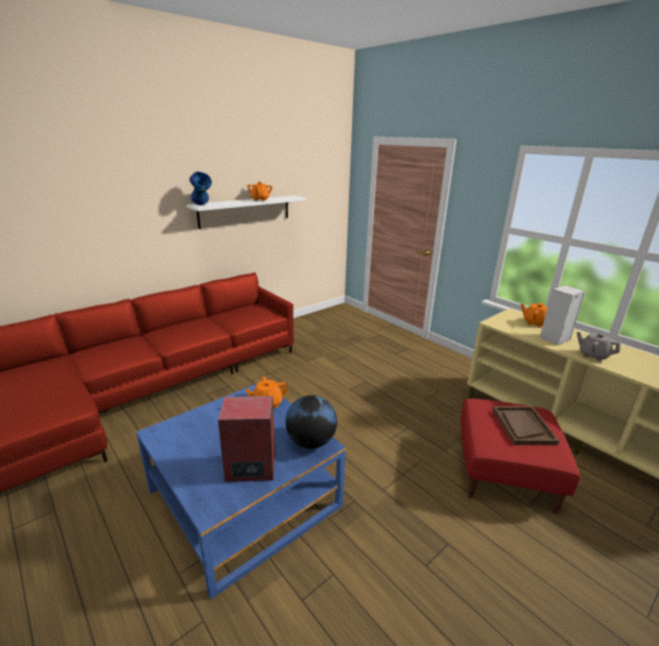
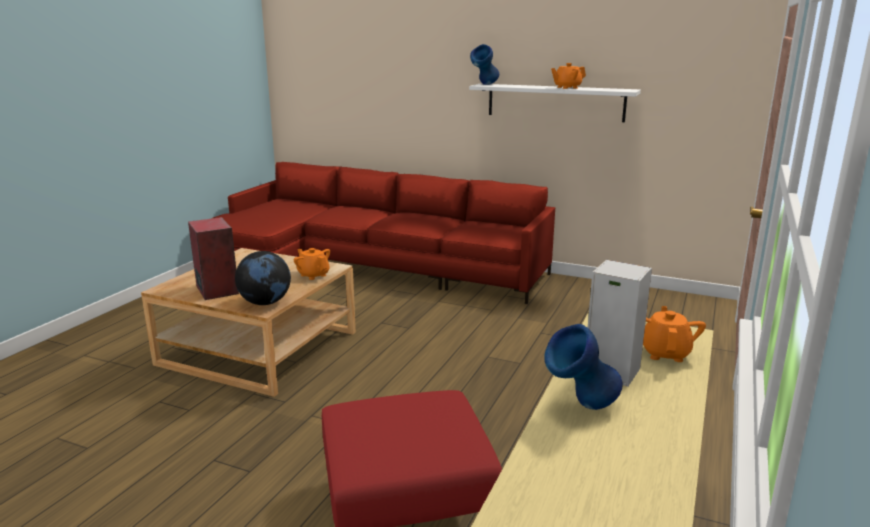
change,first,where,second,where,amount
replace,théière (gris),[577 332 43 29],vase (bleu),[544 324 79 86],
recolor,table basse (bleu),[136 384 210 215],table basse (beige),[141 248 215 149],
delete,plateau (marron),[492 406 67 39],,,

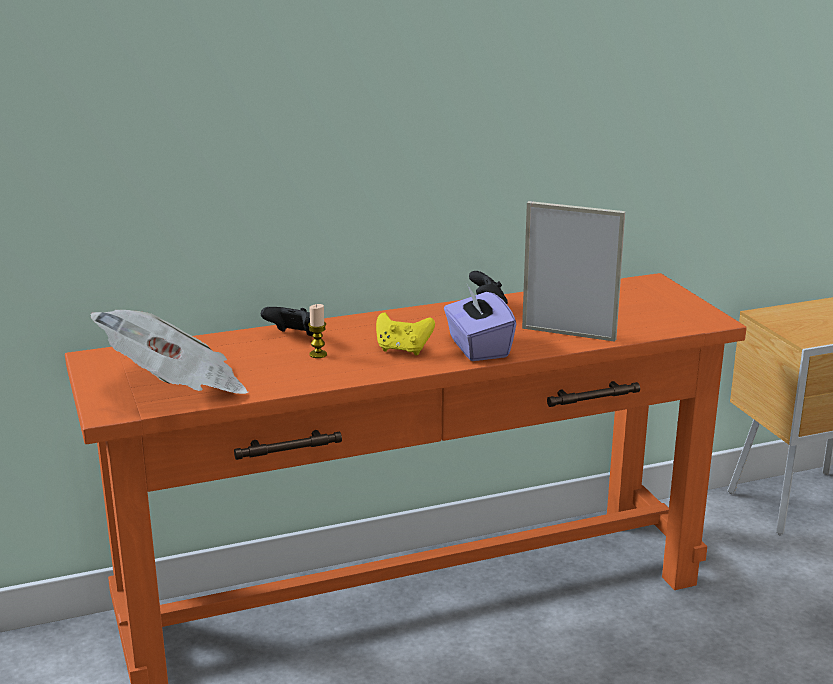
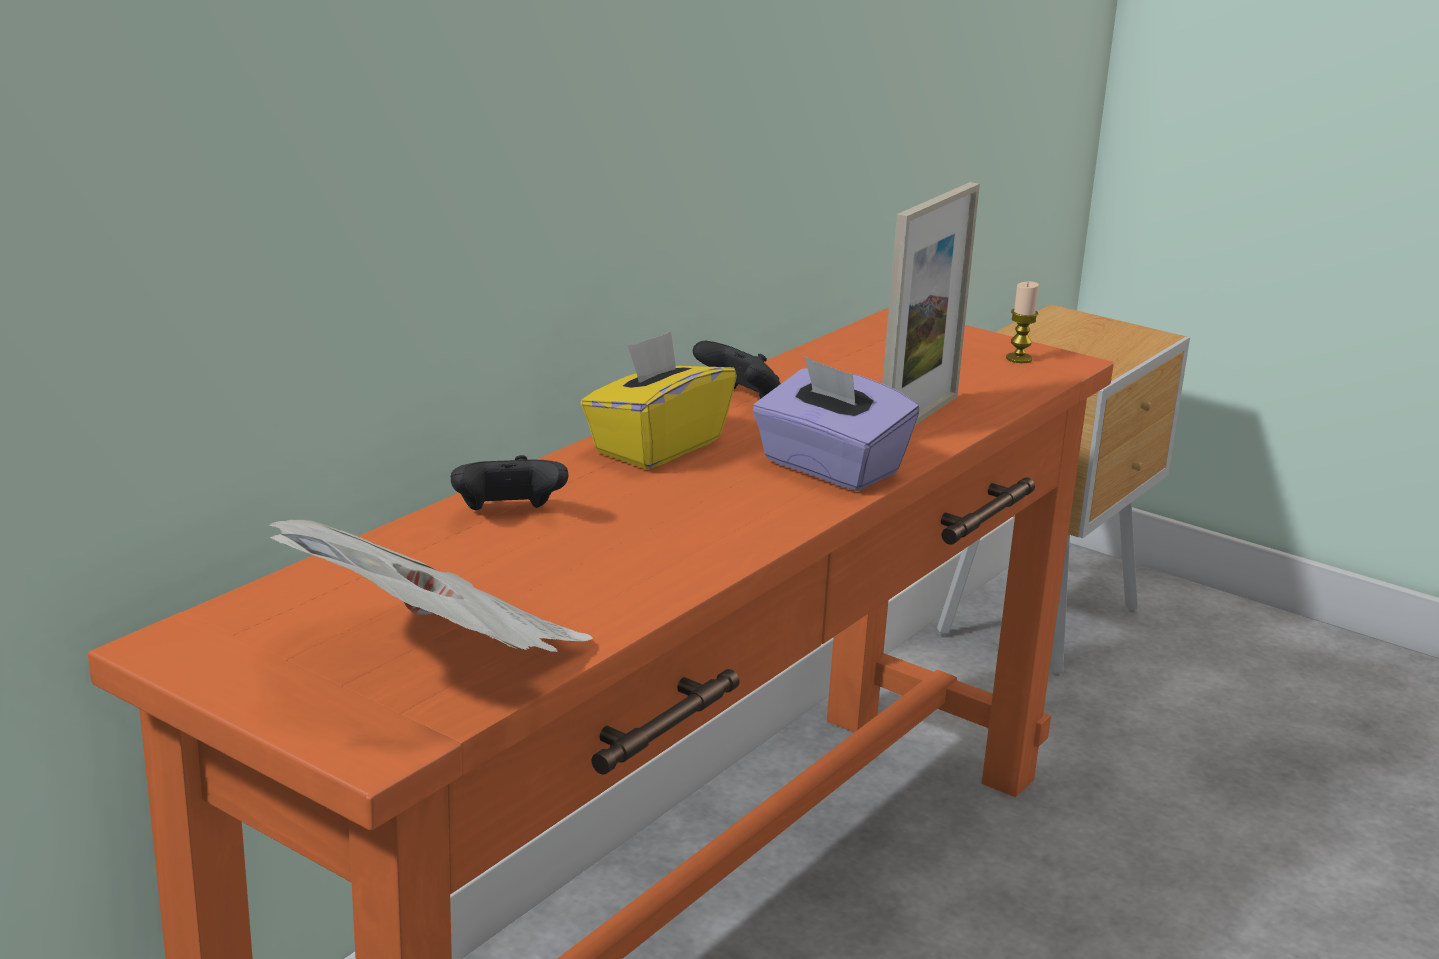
change,first,where,second,where,amount
rotate,cadre photo,[522 201 103 141],,[882 182 98 243],135 degrees clockwise
move,bougie,[308 304 19 54],,[1006 281 33 82],
delete,manette (jaune),[376 312 59 43],,,
insert,,,boîte à mouchoirs (jaune),[580 331 157 138],

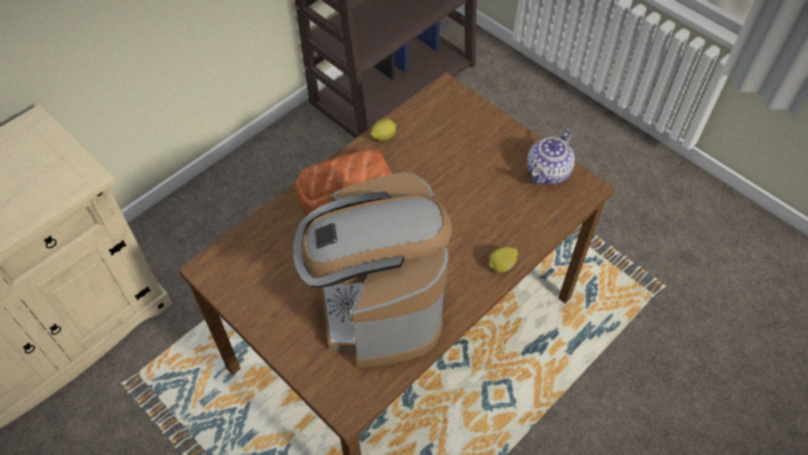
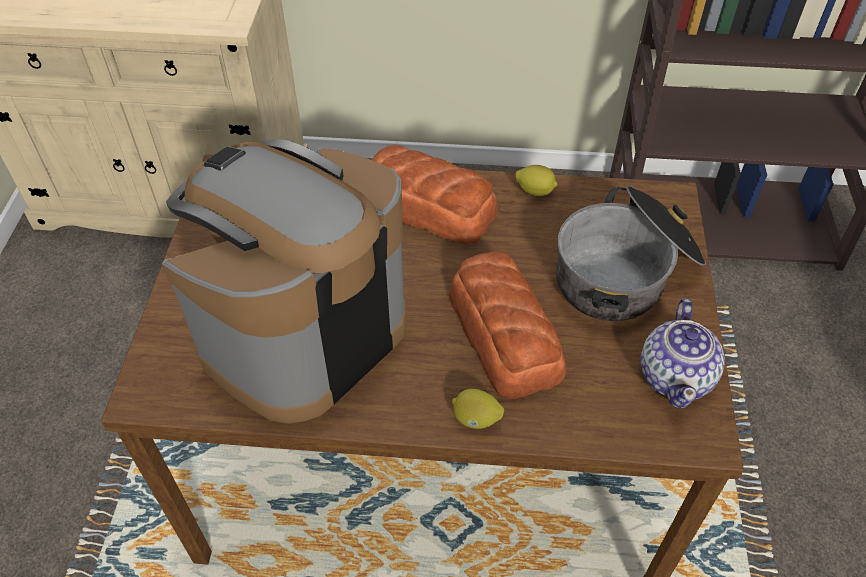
change,first,where,second,where,amount
rotate,théière,[527 129 48 56],,[640 299 85 109],75 degrees counterclockwise
insert,,,marmite,[556 185 150 136],
insert,,,pain,[449 251 117 148],

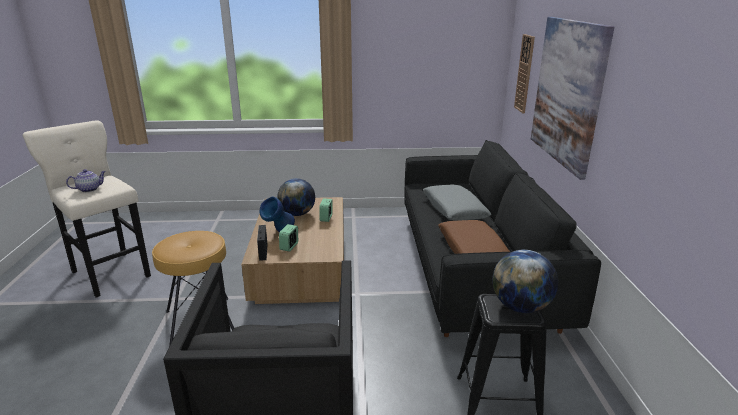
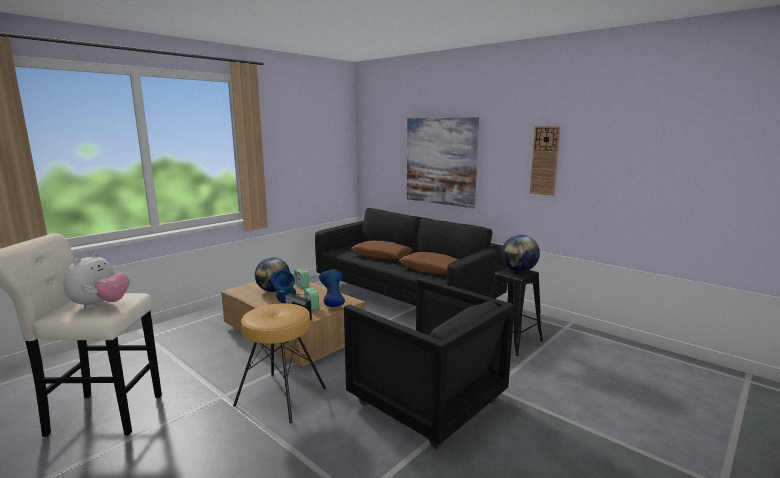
change,first,where,second,where,amount
move,horloge murale,[514 34 21 79],,[530 126 31 70],
replace,théière,[66 169 40 23],peluche,[63 253 67 56],
recolor,coussin (gris),[423 185 68 36],coussin (marron),[351 241 62 18],
insert,,,vase (bleu),[319 269 26 38],

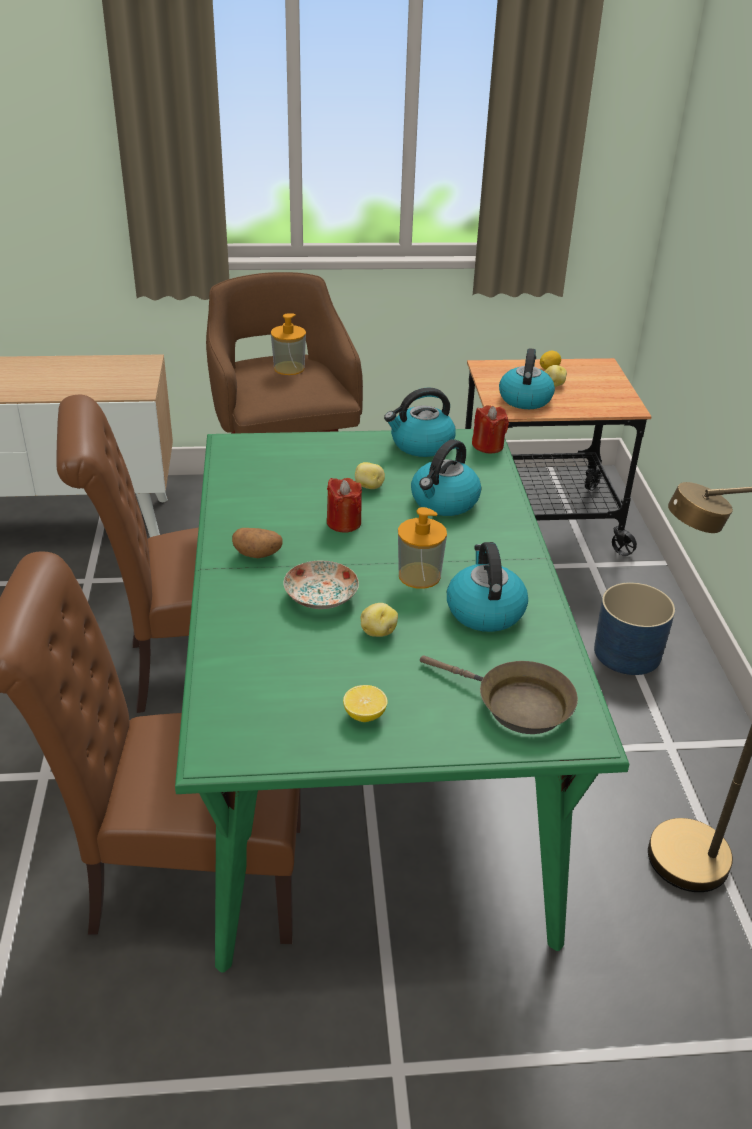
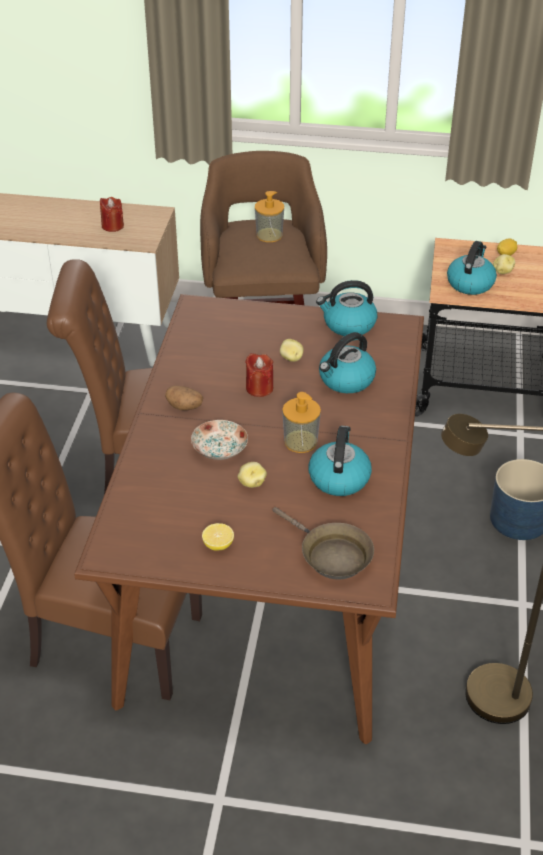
change,first,where,second,where,amount
move,bougie (rouge),[472 405 37 48],,[100 197 24 35],
recolor,table à manger (vert),[175 429 454 544],table à manger (marron),[74 294 350 450],

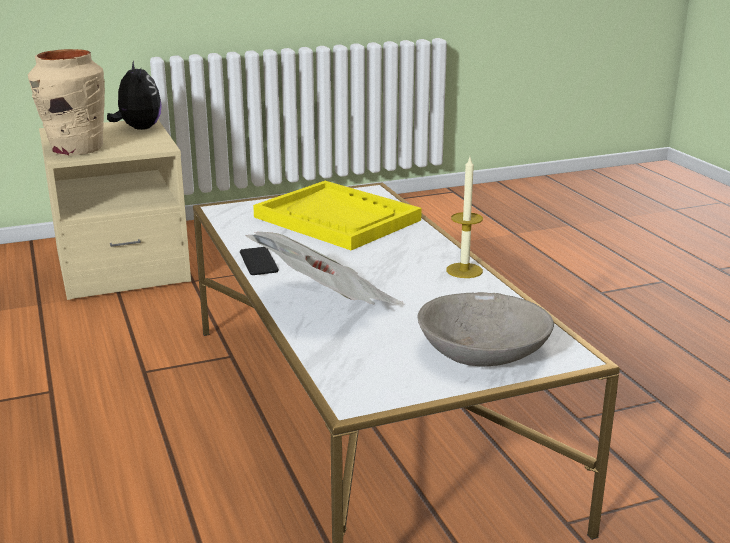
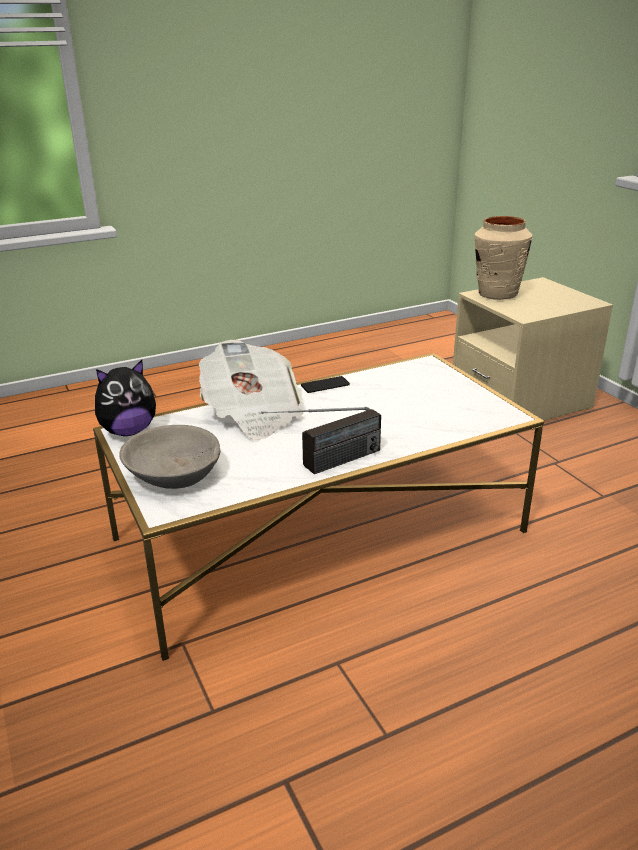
change,first,where,second,where,amount
move,peluche,[107 61 55 69],,[95 360 61 76],
replace,bougie,[446 157 37 121],radio,[261 407 120 67],
delete,plateau (jaune),[253 181 169 69],,,

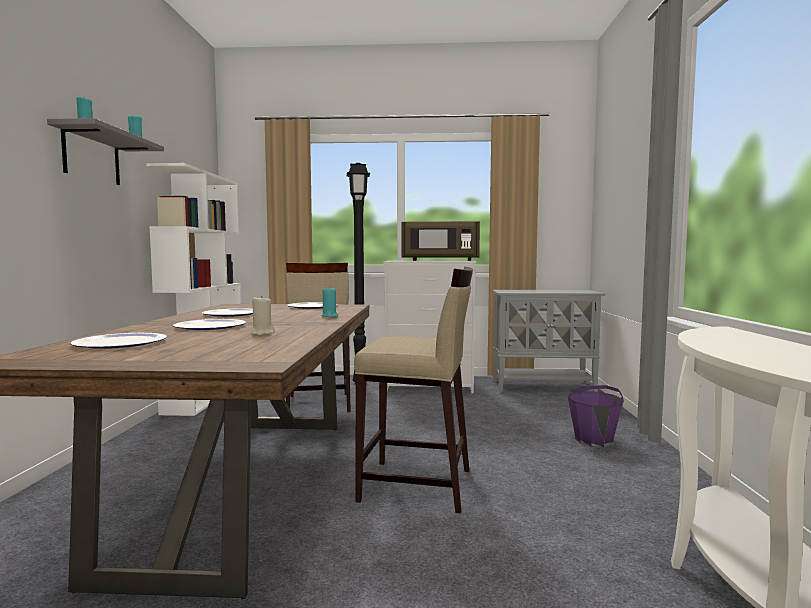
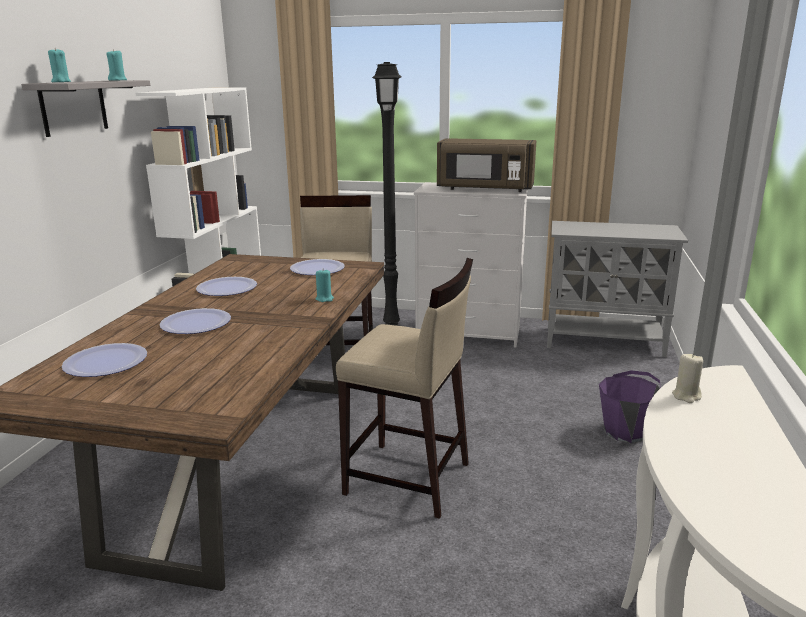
change,first,where,second,where,amount
move,bougie (beige),[251 295 24 40],,[672 353 31 50],

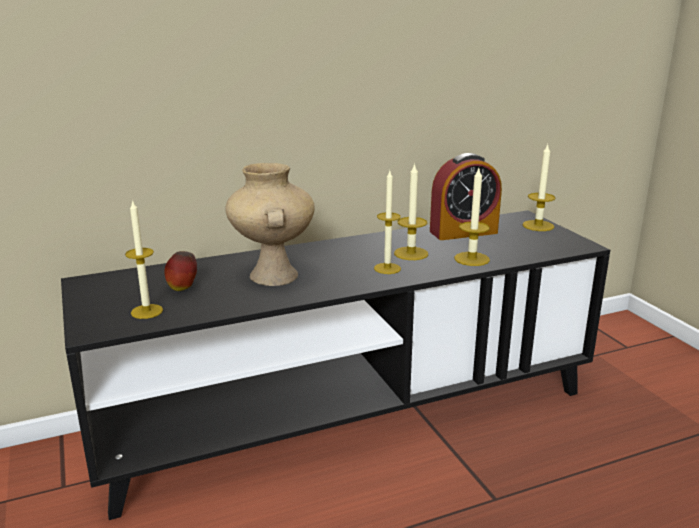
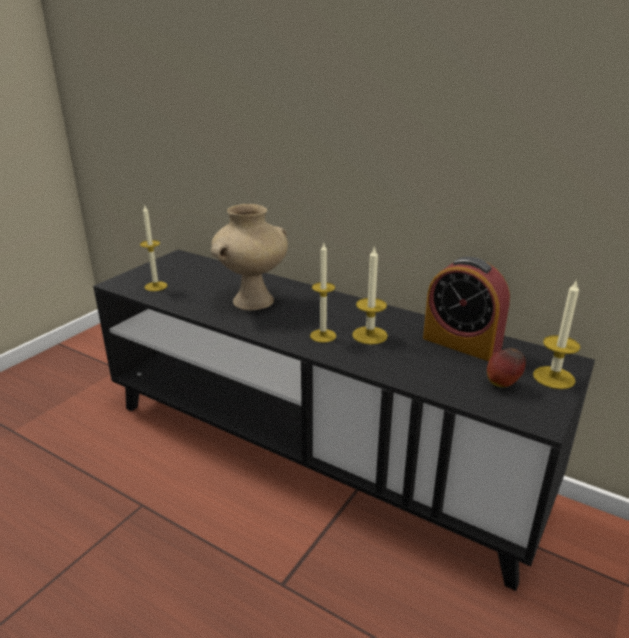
change,first,where,second,where,amount
delete,bougie,[454 168 36 98],,,
move,pomme,[164 251 33 40],,[487 348 39 39],

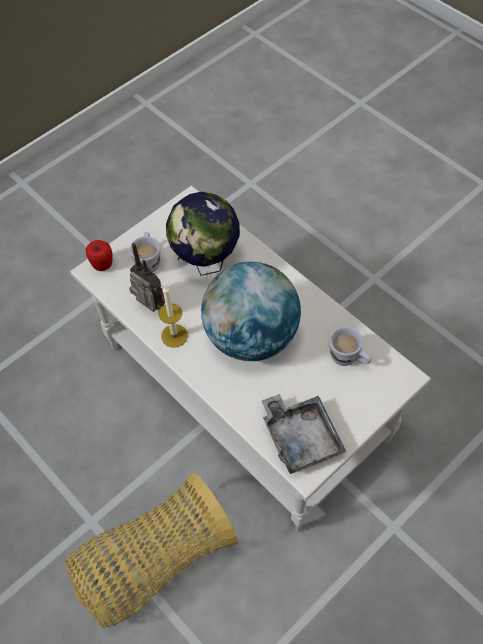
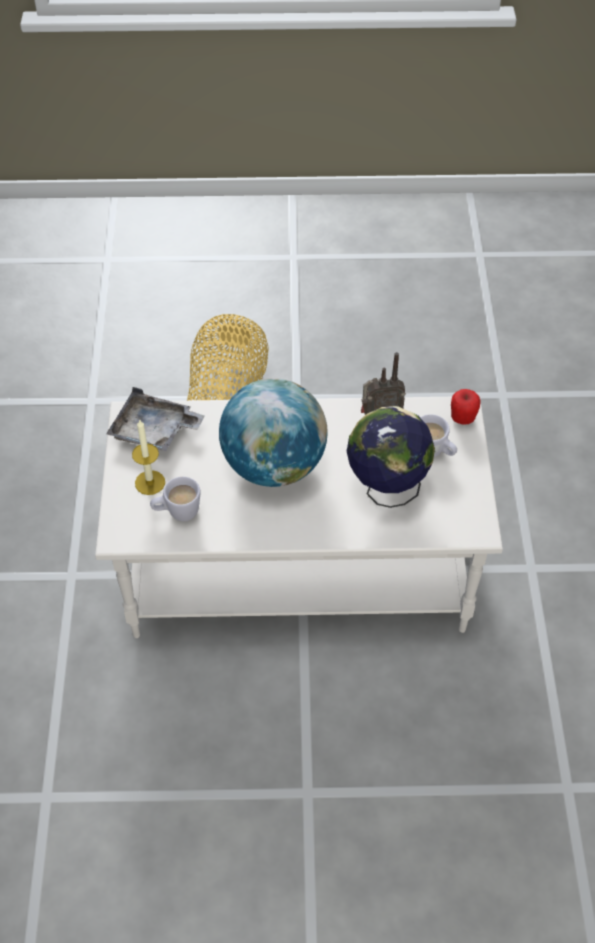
change,first,where,second,where,amount
move,bougie,[158 286 30 62],,[132 419 33 76],

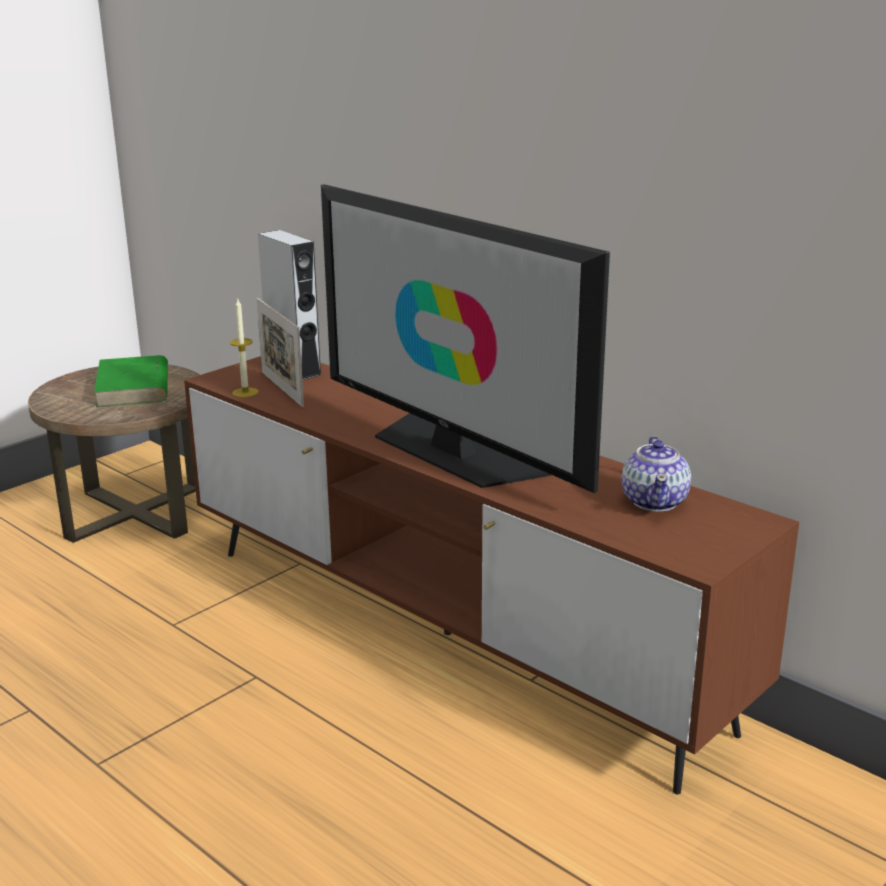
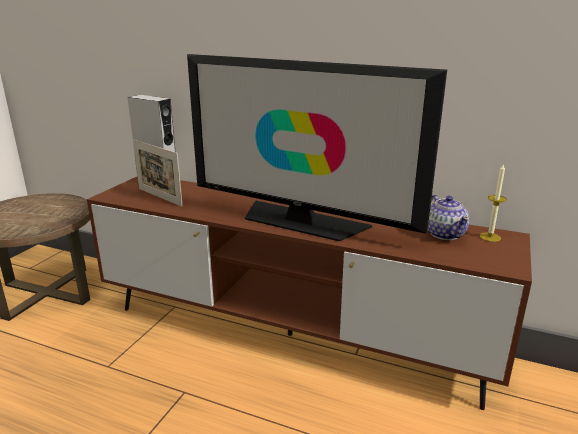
change,first,where,second,where,amount
move,bougie,[230 299 29 98],,[479 163 28 79],
delete,livre (vert),[94 355 74 52],,,

